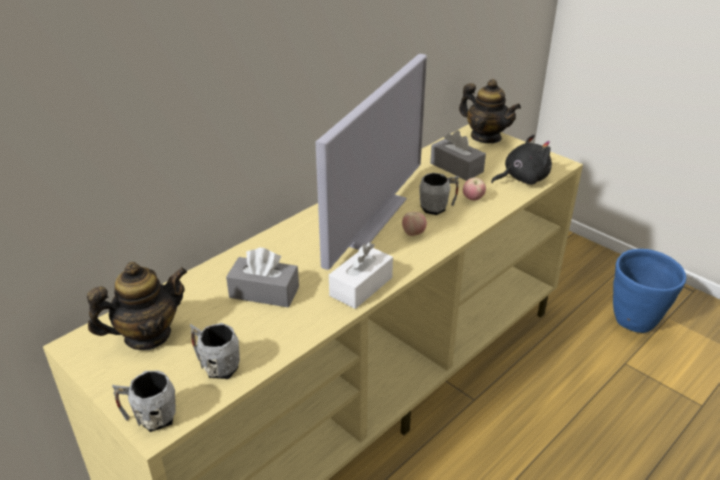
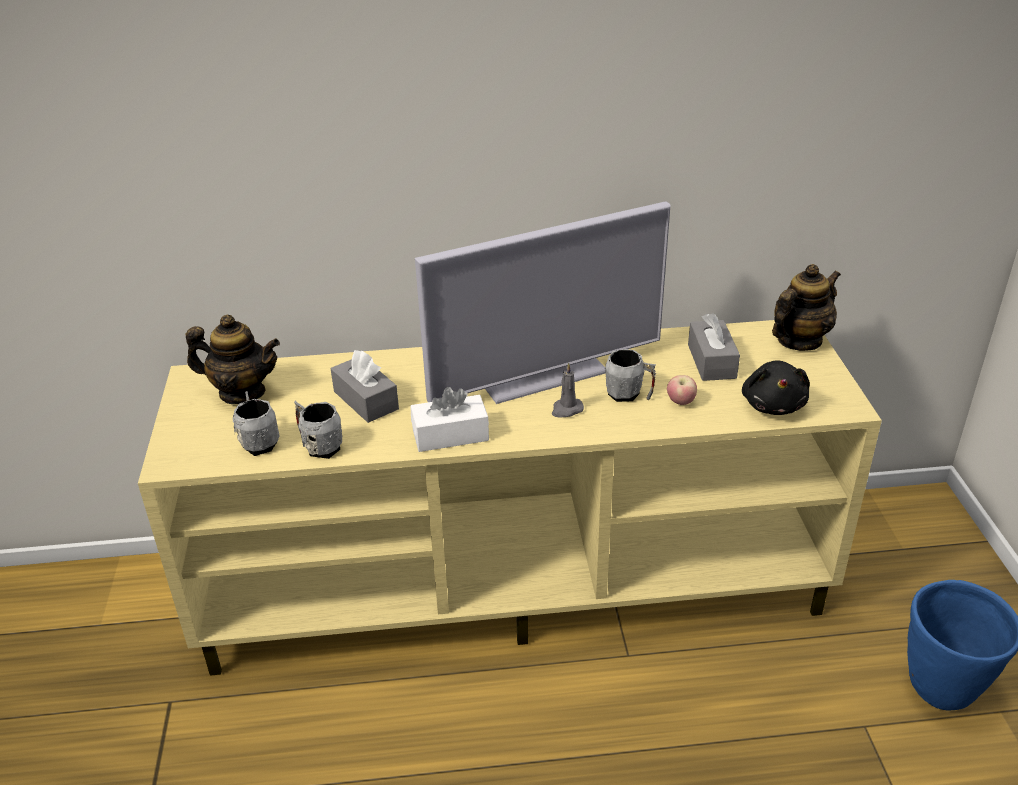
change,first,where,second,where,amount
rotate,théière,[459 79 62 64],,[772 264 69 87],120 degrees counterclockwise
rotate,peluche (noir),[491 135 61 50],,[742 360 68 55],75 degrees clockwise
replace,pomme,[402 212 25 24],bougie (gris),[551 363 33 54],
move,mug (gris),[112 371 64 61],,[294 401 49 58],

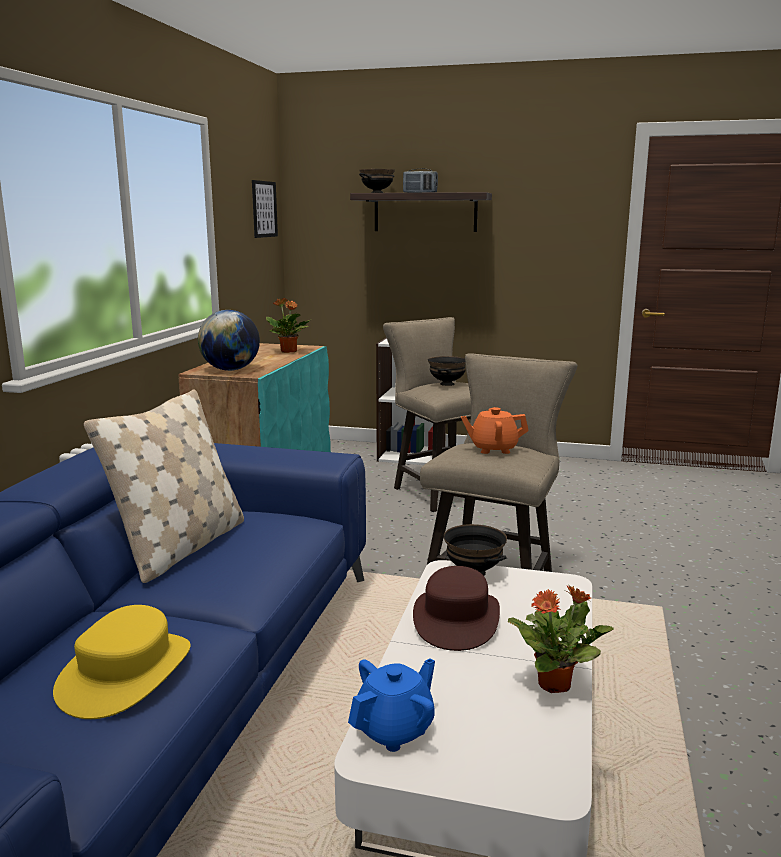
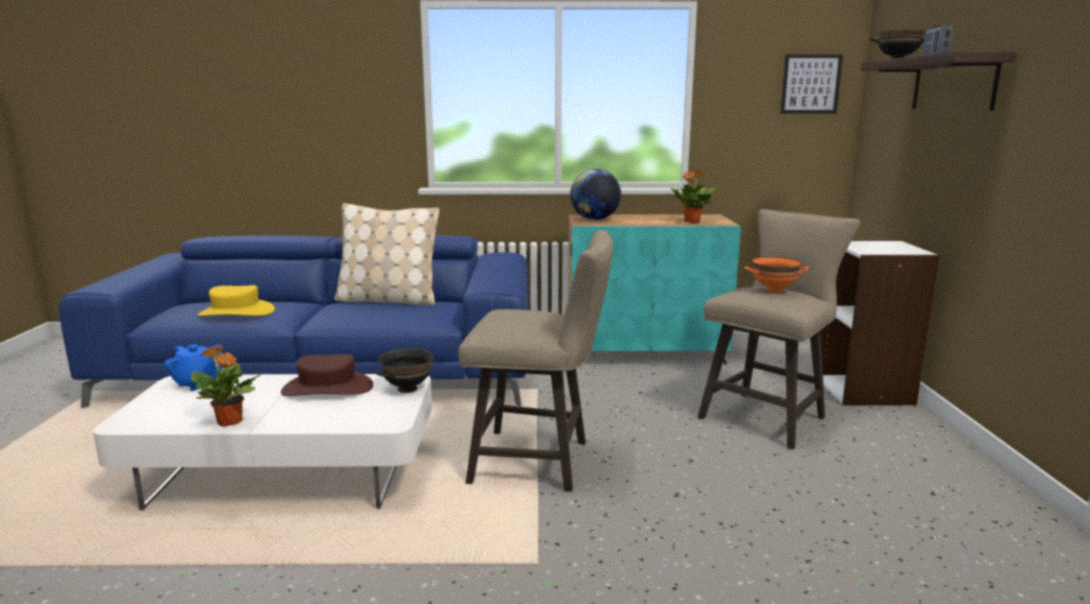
change,first,where,second,where,amount
recolor,bol (noir),[428 356 38 30],bol (orange),[744 257 65 36],
delete,théière (orange),[461 407 68 47],,,

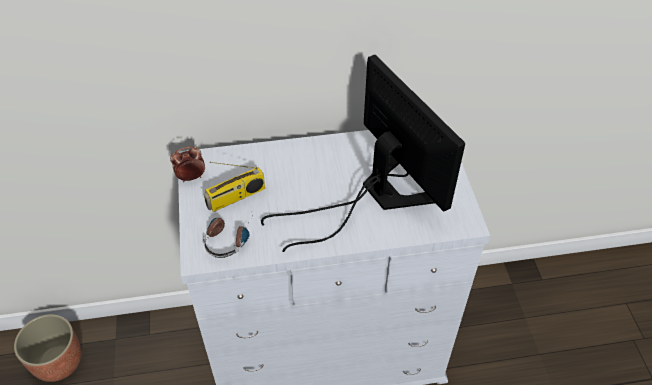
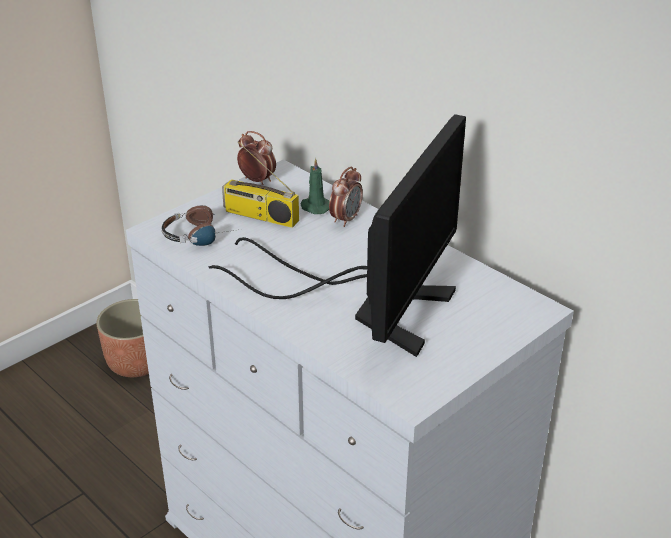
change,first,where,second,where,amount
insert,,,bougie (vert),[300 158 30 56],
insert,,,réveil,[329 166 34 61],

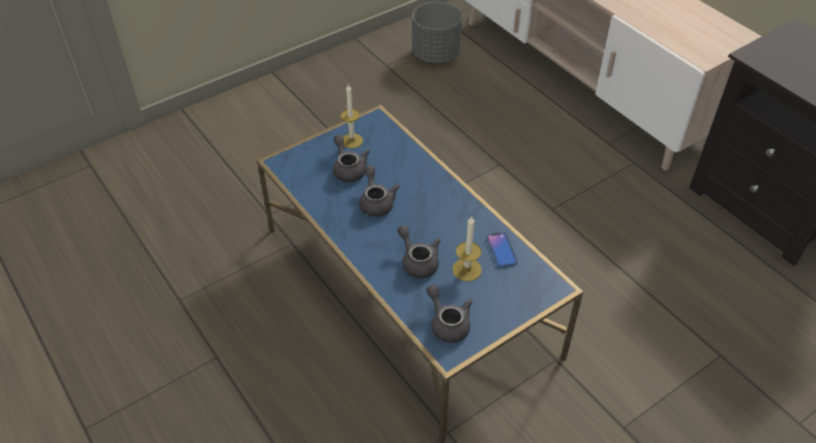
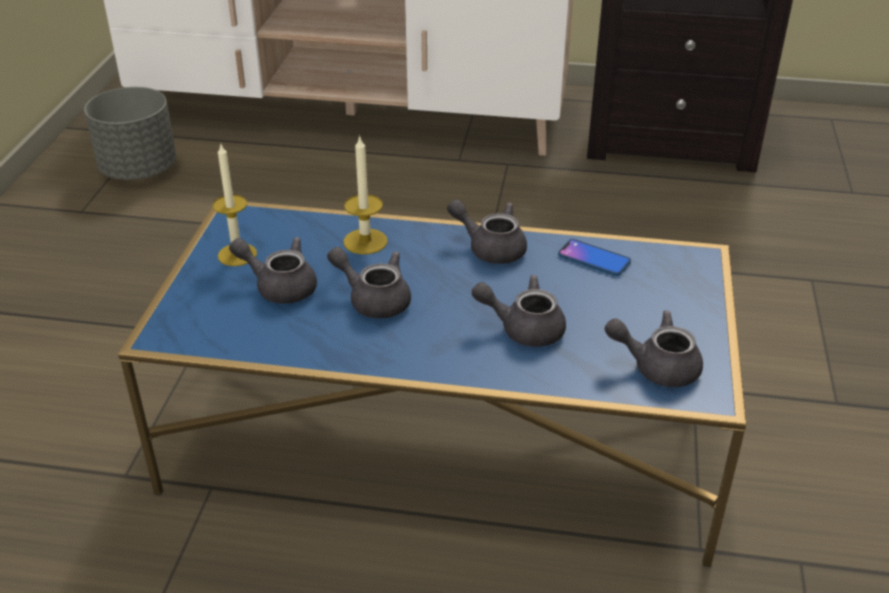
change,first,where,second,where,amount
move,bougie,[452 215 30 67],,[344 135 44 119],
insert,,,théière (gris),[447 199 80 65],

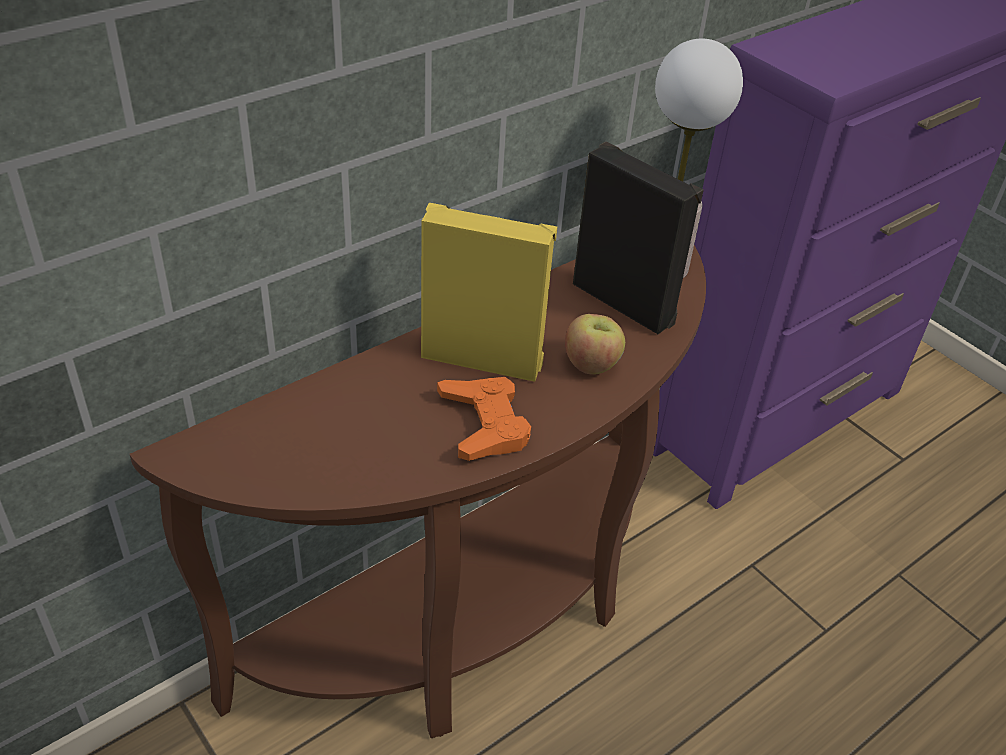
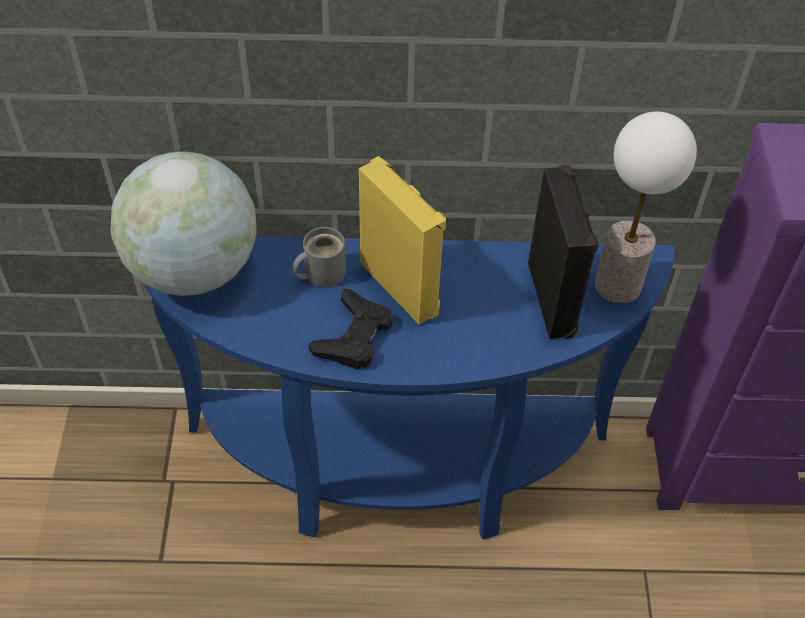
change,first,where,second,where,amount
recolor,table console (marron),[130 245 576 493],table console (bleu),[144 236 530 304],
delete,pomme,[565 314 60 61],,,
recolor,manette (orange),[437 377 94 84],manette (noir),[309 288 84 81],
insert,,,globe,[111 151 145 145],
insert,,,mug (gris),[292 227 54 60],

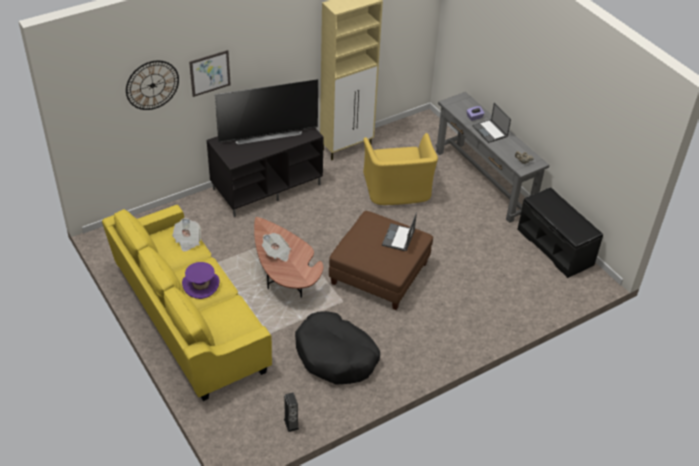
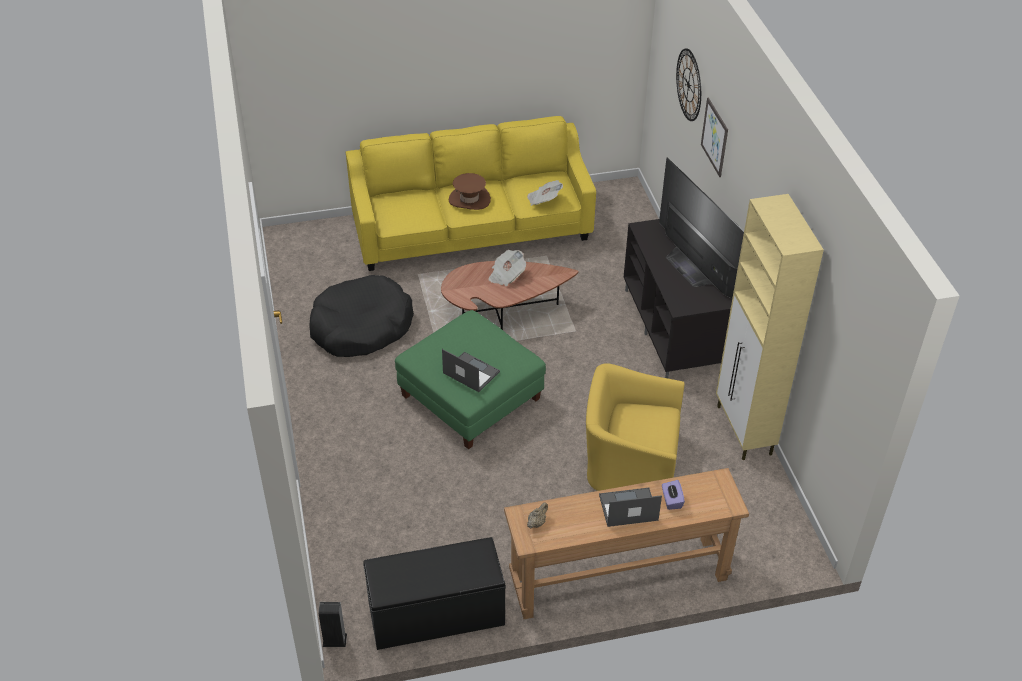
change,first,where,second,where,amount
rotate,téléviseur,[215 79 103 66],,[659 157 85 141],150 degrees clockwise
recolor,table console (gris),[435 92 114 131],table console (marron),[504 468 245 151],
recolor,pouf (marron),[329 211 104 99],pouf (vert),[395 310 151 139],
recolor,chapeau (violet),[182 262 38 37],chapeau (marron),[448 173 43 37],
move,enceinte,[284 393 15 39],,[318 602 29 45],

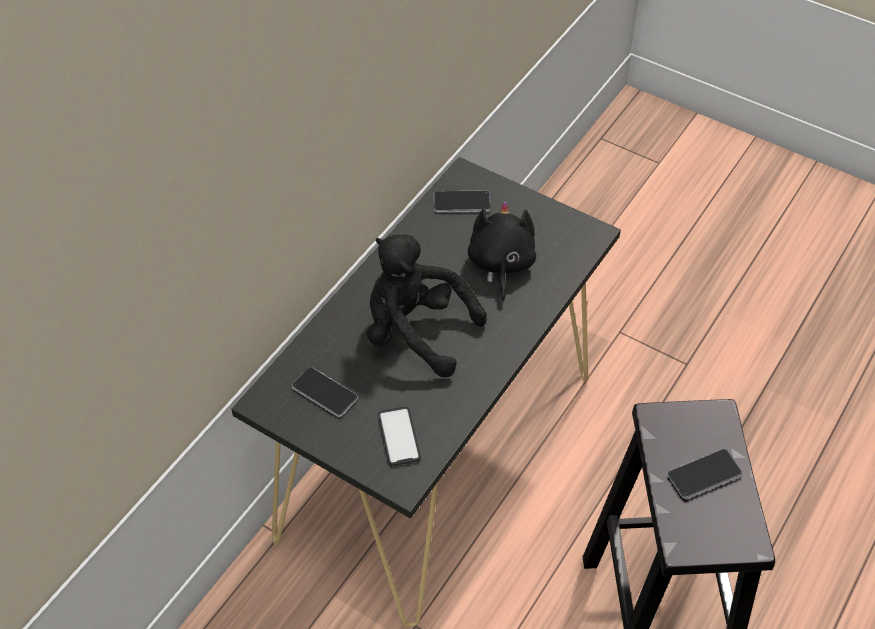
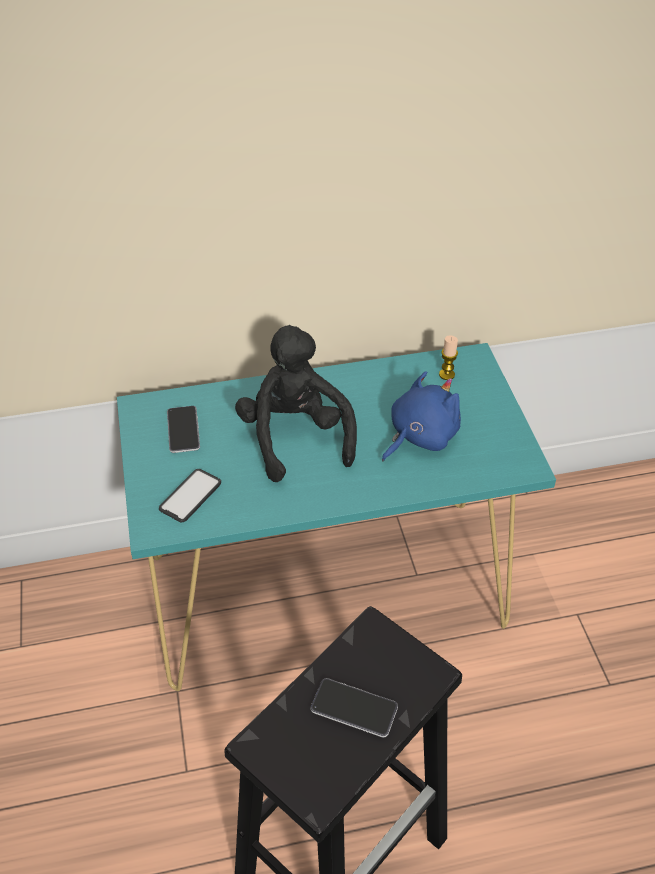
change,first,where,second,where,amount
recolor,table console (noir),[231 157 390 470],table console (turquoise),[117 343 439 348],
replace,téléphone,[434 190 57 22],bougie,[439 335 19 45],
recolor,peluche (noir),[468 201 68 101],peluche (bleu),[382 371 79 90],

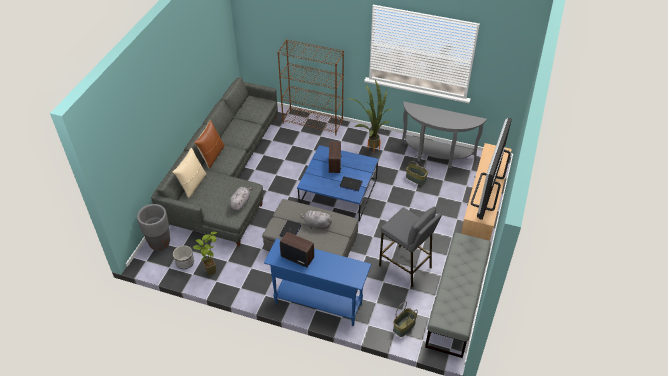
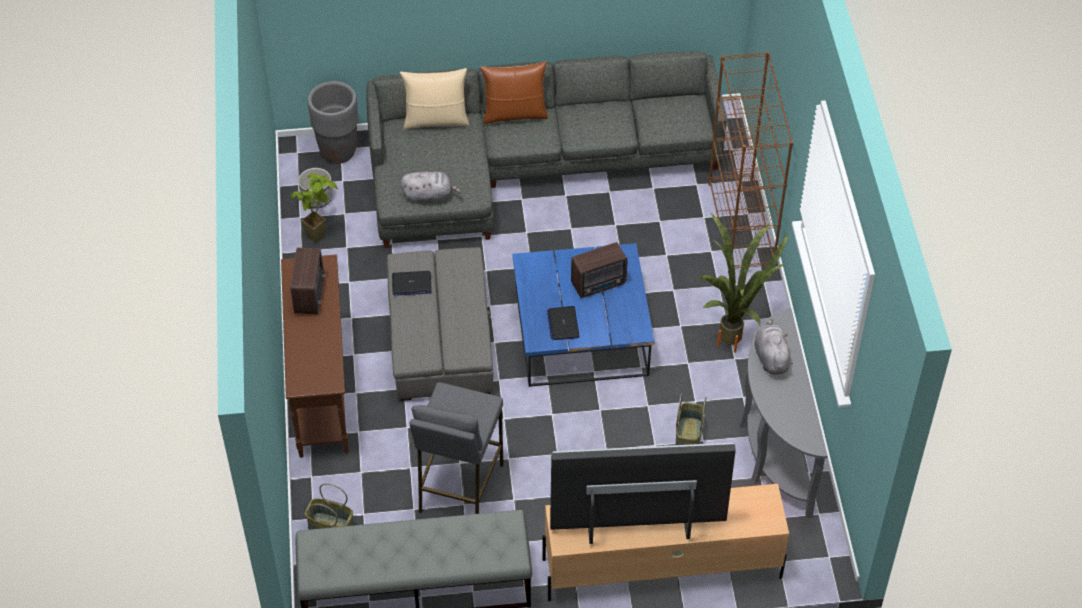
change,first,where,second,where,amount
move,peluche (gris),[300 209 32 21],,[754 319 39 56],
recolor,table console (bleu),[264 239 107 87],table console (marron),[281 255 68 203],

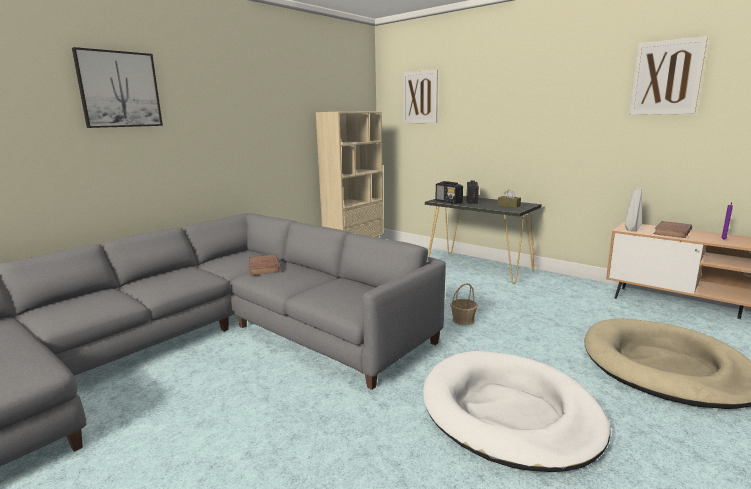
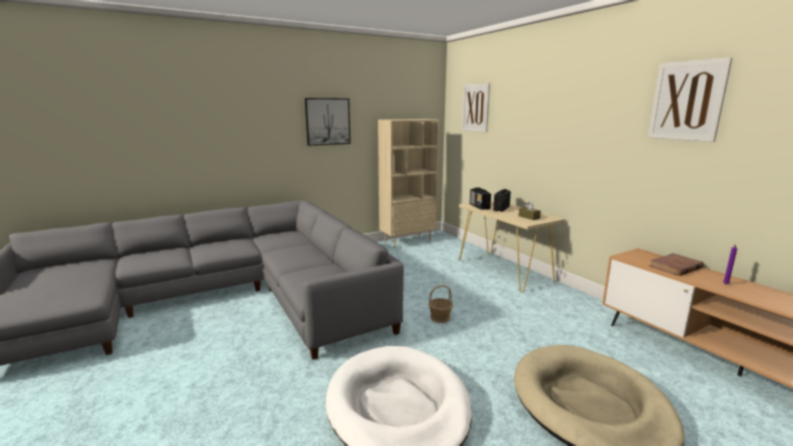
change,first,where,second,where,amount
move,tableau,[72 47 91 81],,[305 98 46 48],
delete,vase (gris),[625 188 17 43],,,
recolor,table console (noir),[425 196 117 88],table console (beige),[459 200 106 92],
delete,livre (marron),[249 254 31 21],,,

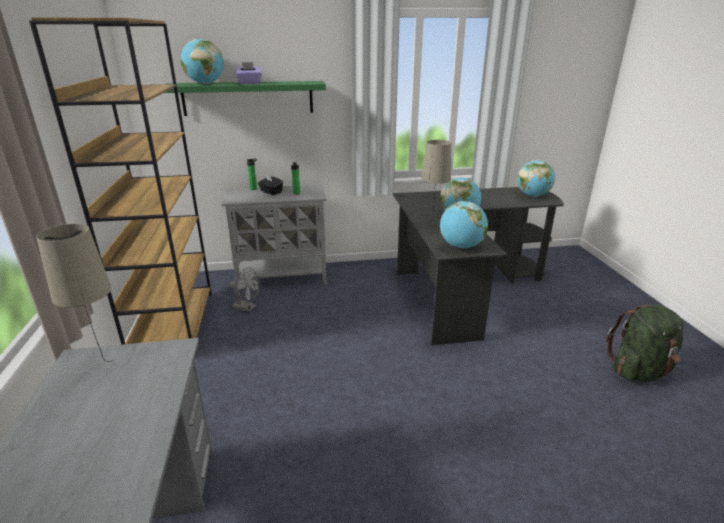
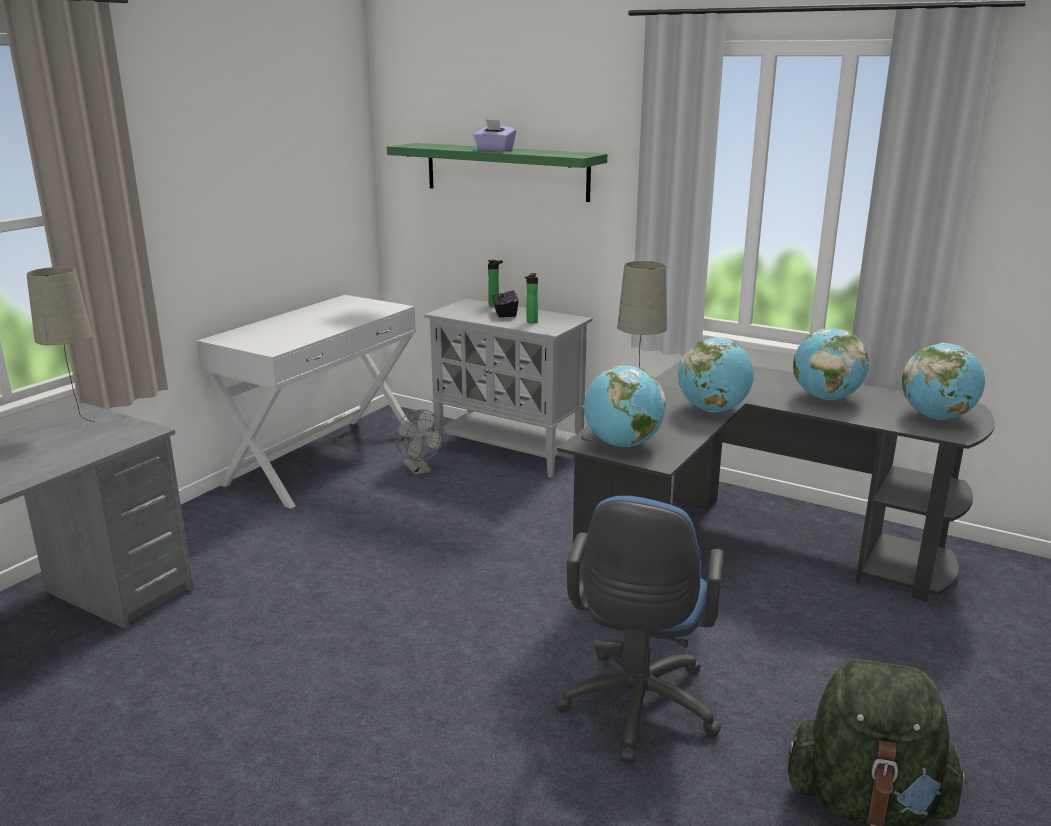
change,first,where,second,where,amount
replace,bibliothèque (marron),[29 17 183 340],table console (blanc),[197 295 219 214],
move,globe,[180 39 44 45],,[793 328 76 72],
insert,,,chaise de bureau (bleu),[555 496 168 267],

